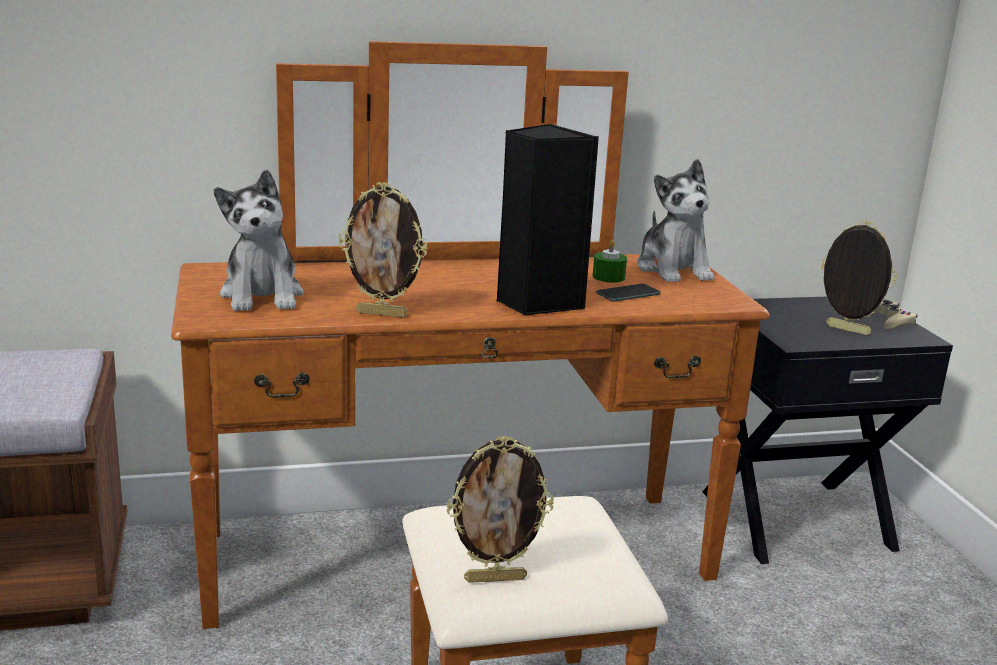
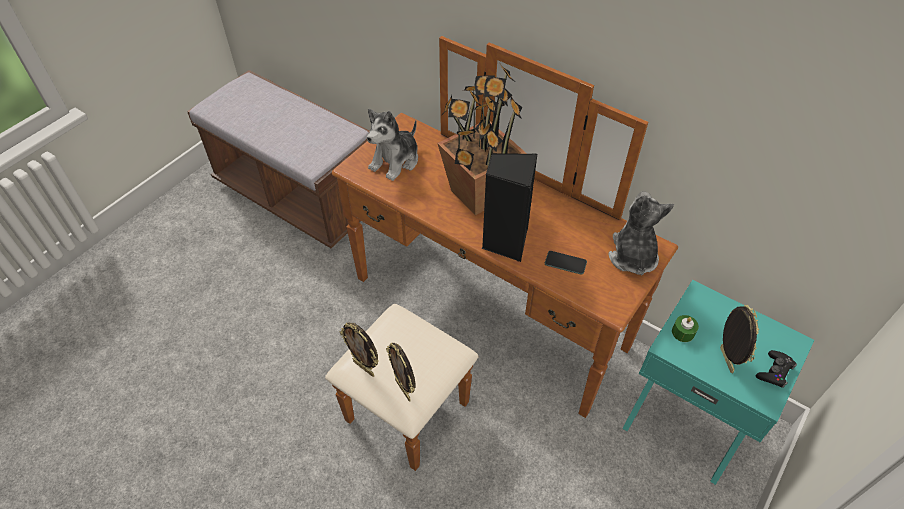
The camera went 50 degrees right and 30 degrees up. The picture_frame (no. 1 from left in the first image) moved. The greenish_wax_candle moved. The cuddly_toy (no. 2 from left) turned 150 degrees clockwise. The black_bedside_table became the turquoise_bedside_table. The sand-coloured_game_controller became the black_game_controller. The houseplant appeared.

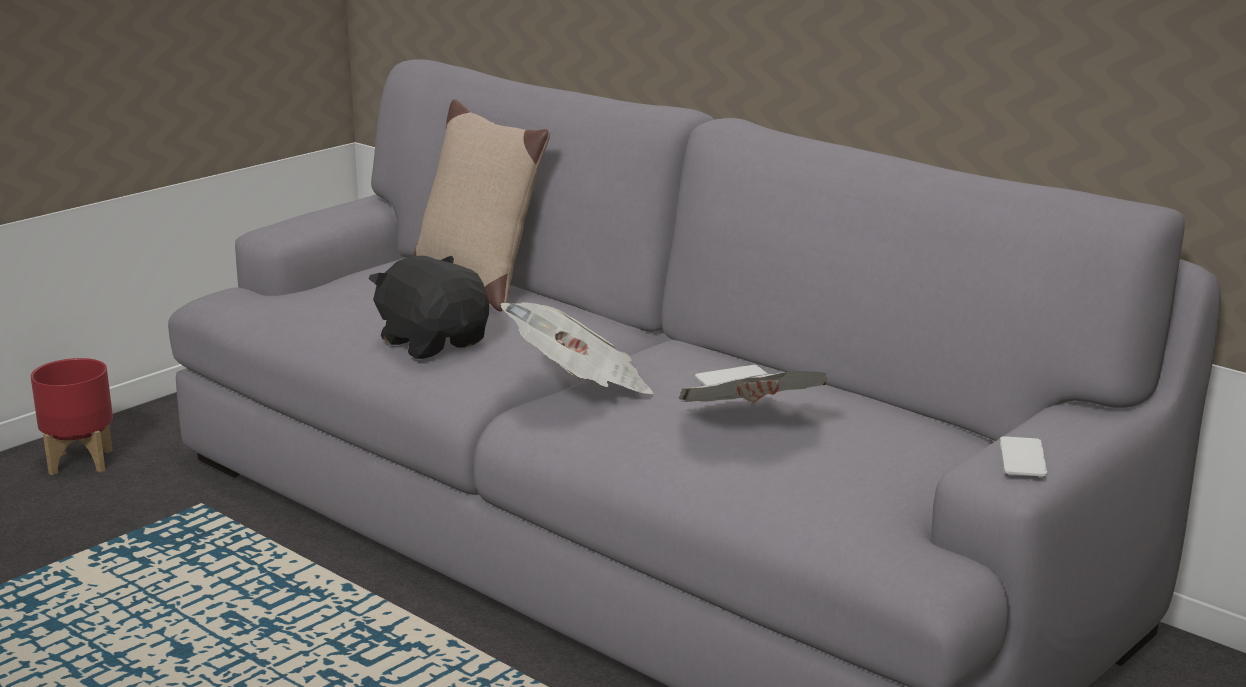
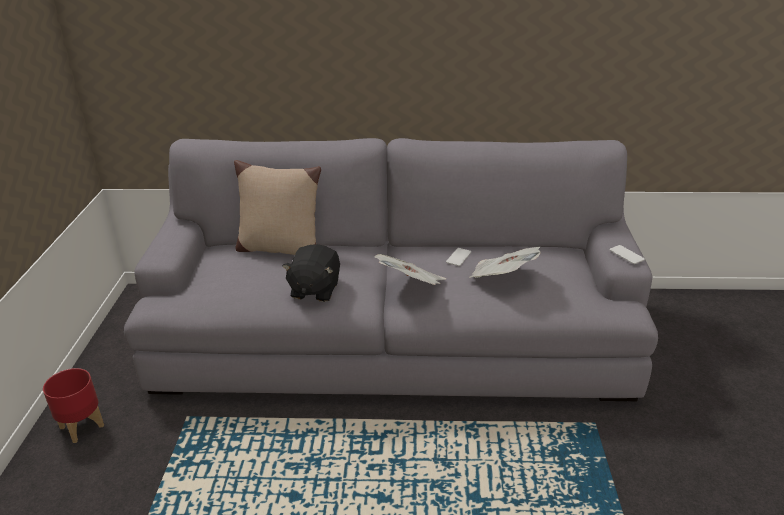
The camera went 40 degrees left and 10 degrees up. The black_cuddly_toy turned 90 degrees counterclockwise.

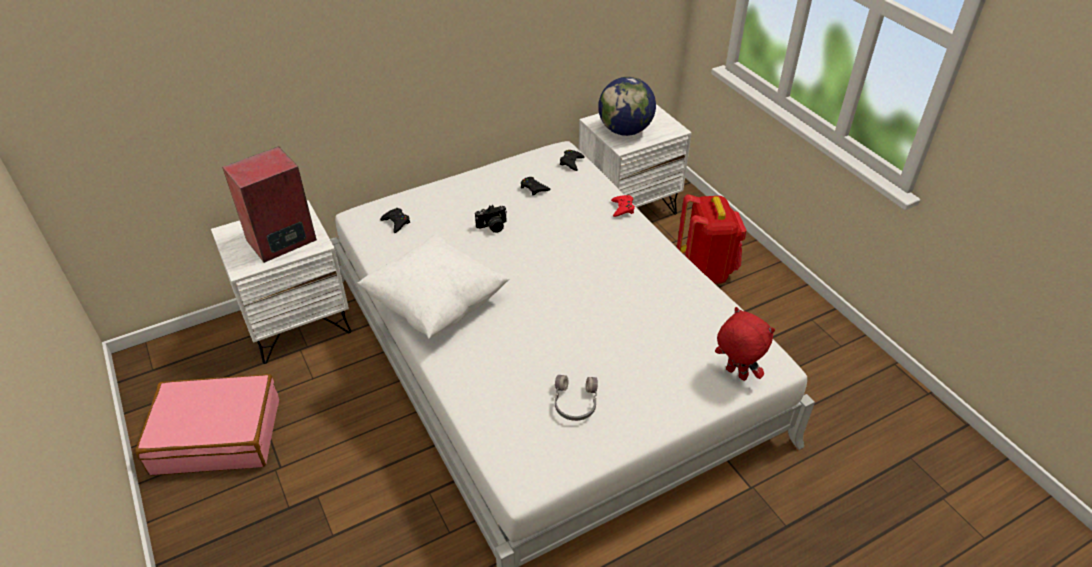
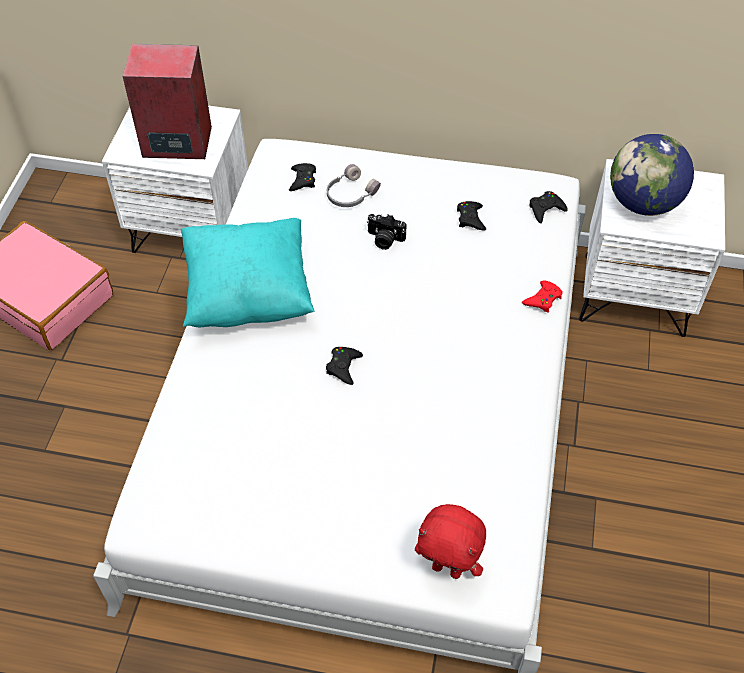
The camera went 40 degrees right and 10 degrees up. The white-coloured_cushion became the turquoise_cushion. The grey_pair_of_headphones moved. The reddish_rucksack disappeared. The reddish_cuddly_toy turned 120 degrees clockwise. The black_game_controller (no. 2 from left) appeared.

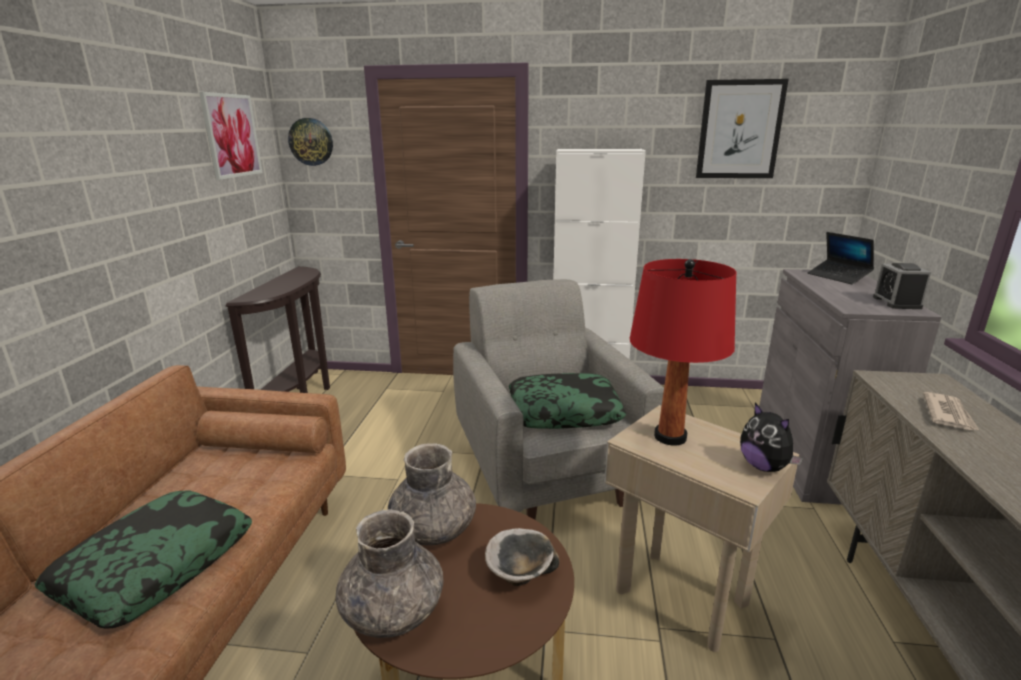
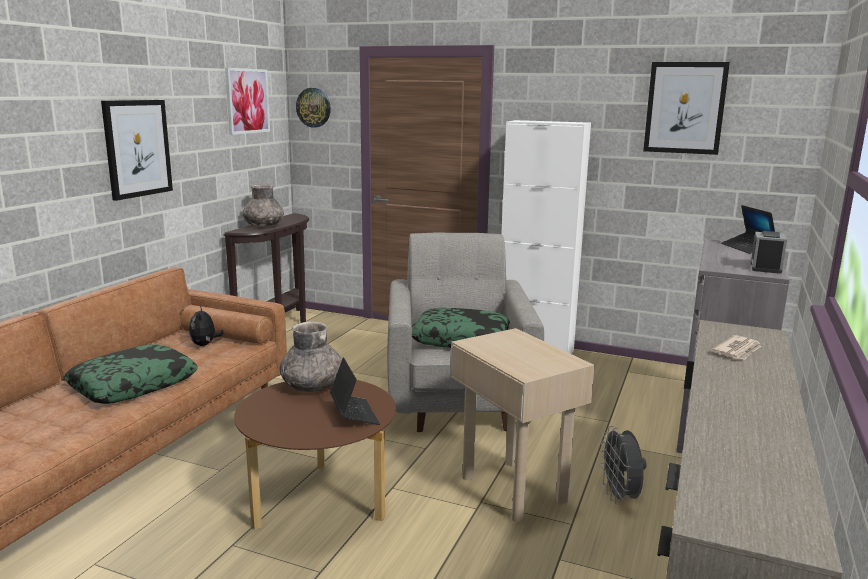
The camera went 15 degrees right and 5 degrees down. The grey_decorative_vase (no. 1 from left) moved. The deep_dish was replaced by the notebook_computer (no. 1 from left). The reddish_tabletop_lamp disappeared. The cuddly_toy moved. The picture (no. 1 from left) appeared. The grey_cooling_fan appeared.

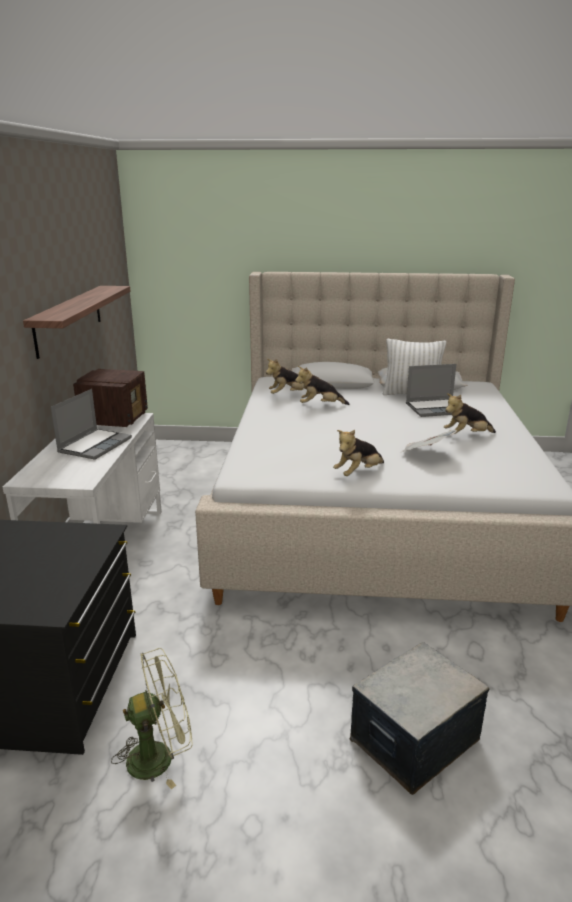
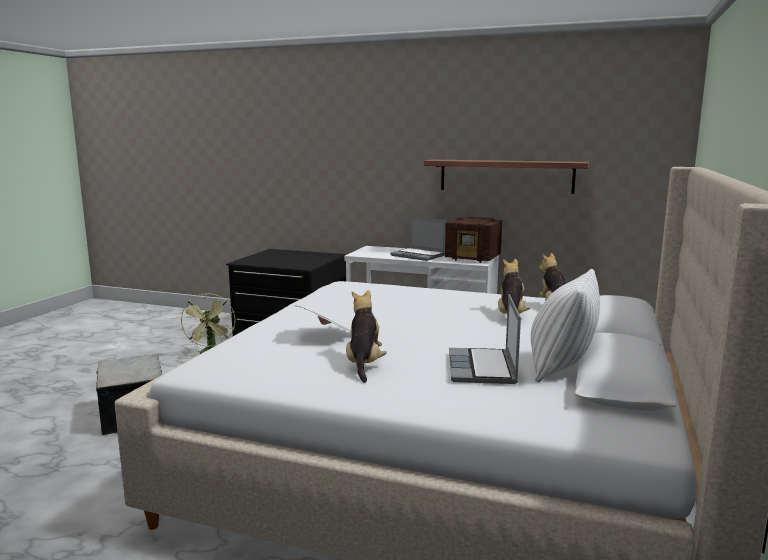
The camera went 105 degrees right and 10 degrees down. The cuddly_toy (no. 3 from left) disappeared.

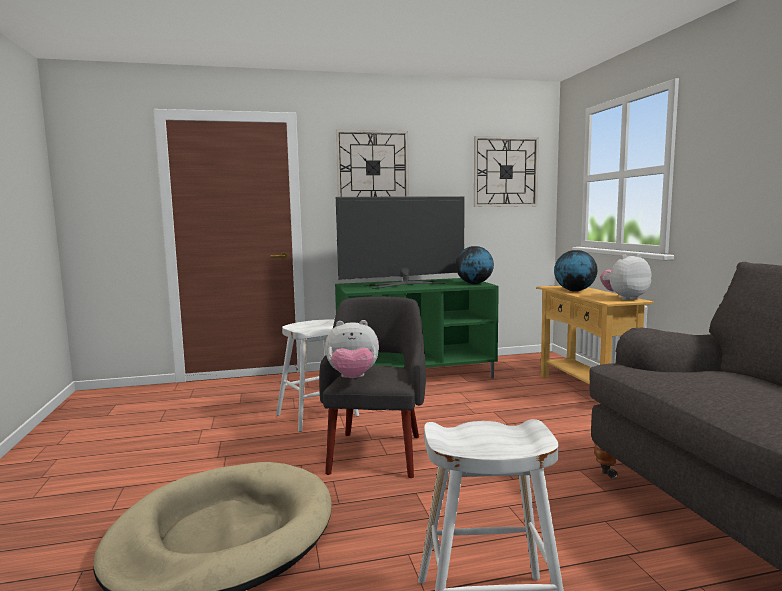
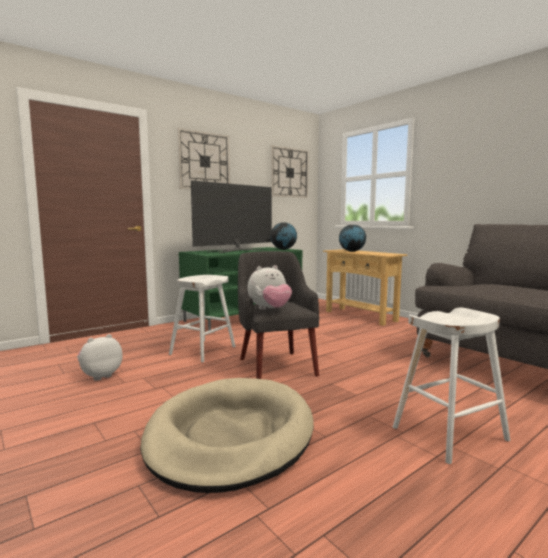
The camera went 25 degrees left and 0 degrees up. The cuddly_toy (no. 2 from left in the first image) moved.

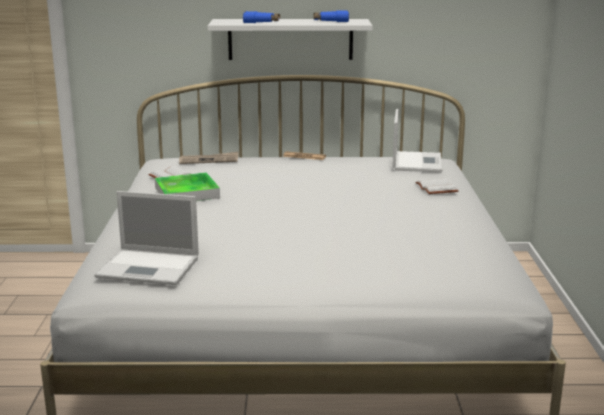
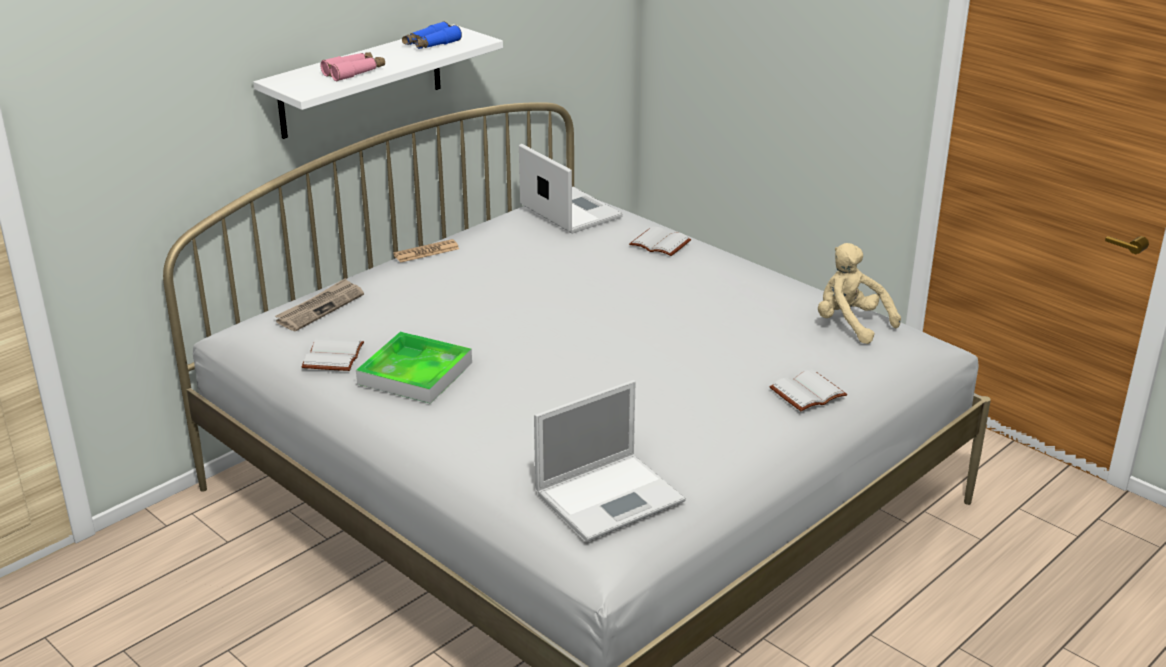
The camera went 45 degrees left and 10 degrees up. The blue-coloured_binoculars (no. 1 from left) became the pink-coloured_binoculars. The white-coloured_volume (no. 3 from left) appeared. The sand-coloured_cuddly_toy appeared.

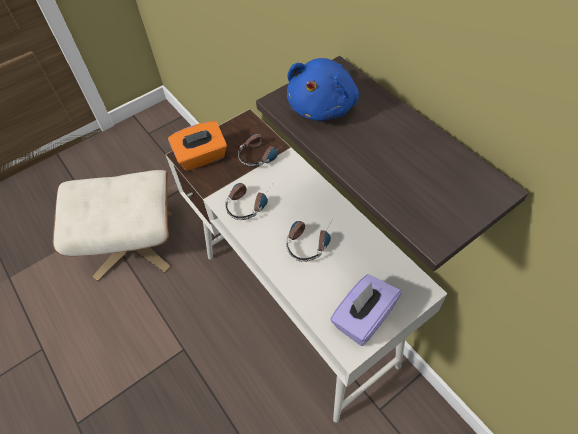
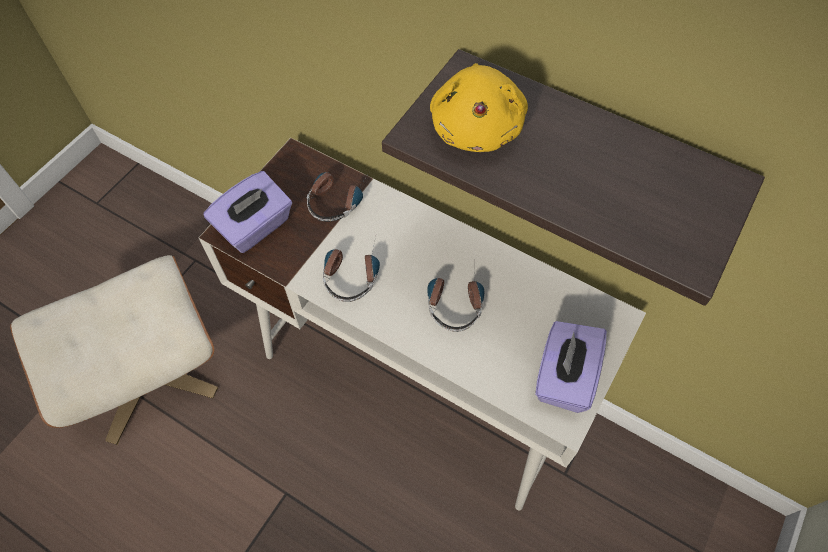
The camera went 25 degrees left and 5 degrees up. The orange_box_of_tissues became the purple_box_of_tissues (no. 1 from left). The blue-coloured_cuddly_toy became the yellowish_cuddly_toy.

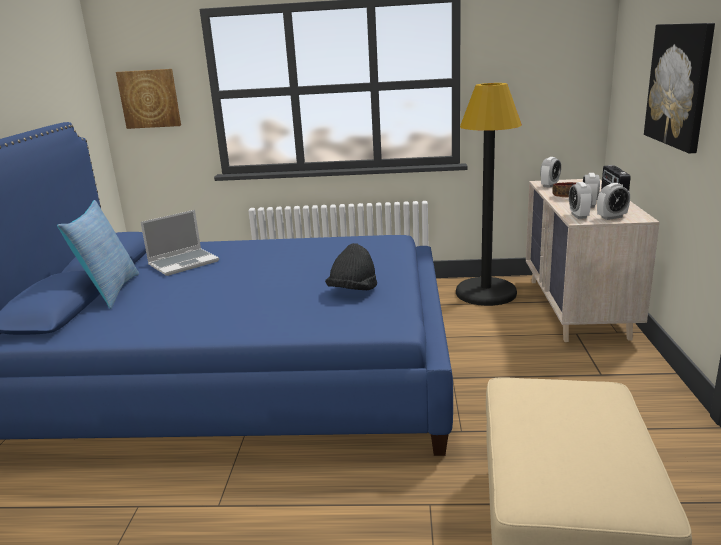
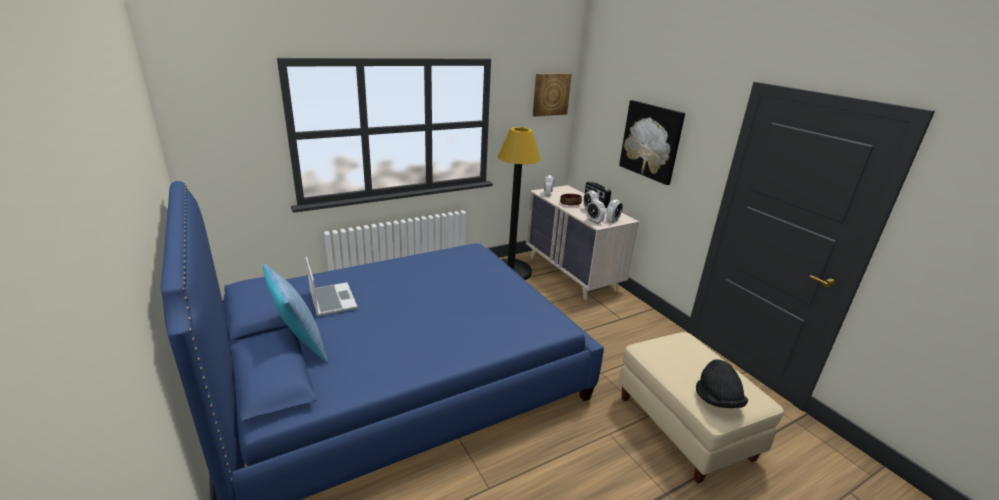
The camera went 35 degrees left and 5 degrees up. The picture (no. 1 from left) moved. The notebook_computer turned 45 degrees counterclockwise. The black_wearable_hat moved.

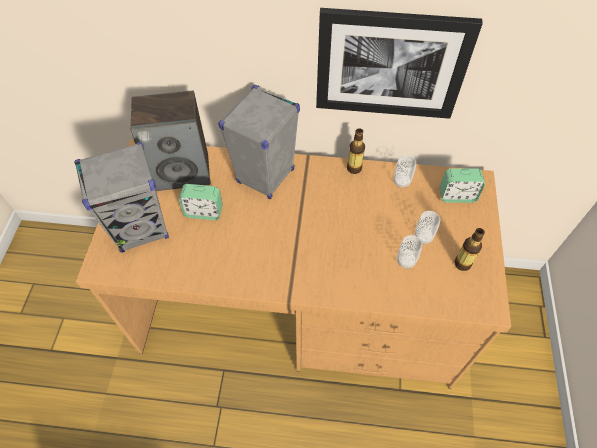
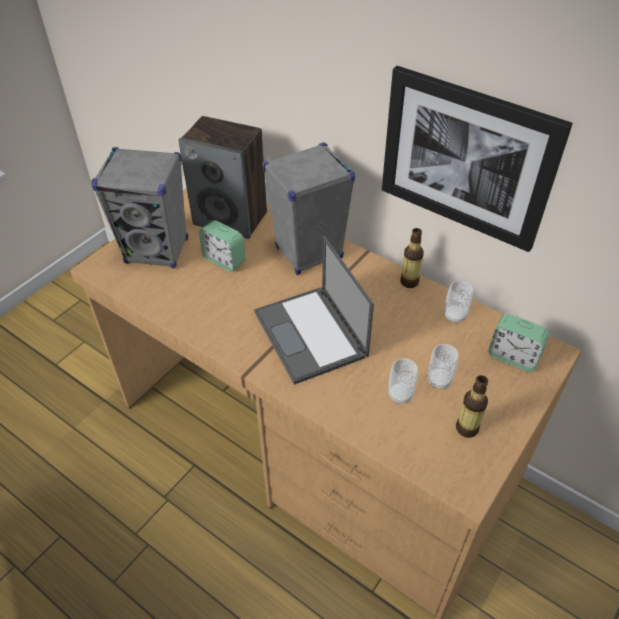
The camera went 30 degrees right and 10 degrees down. The notebook_computer appeared.

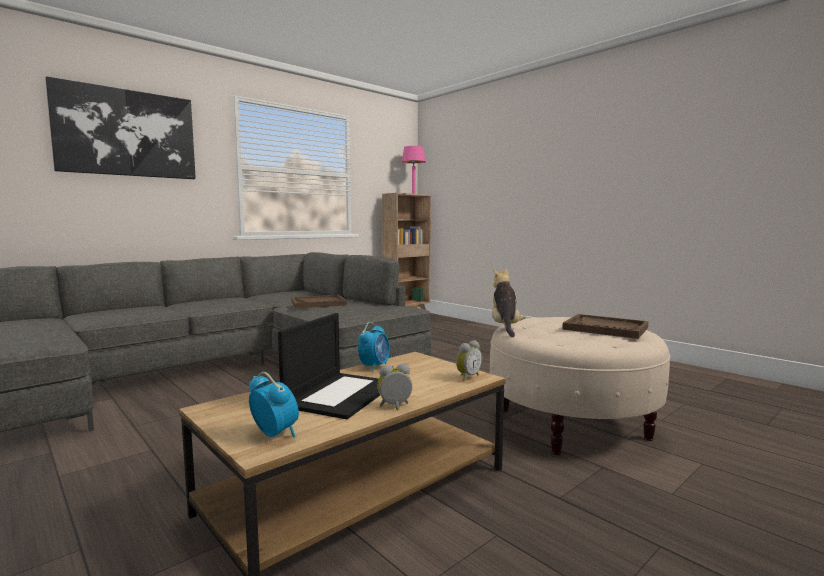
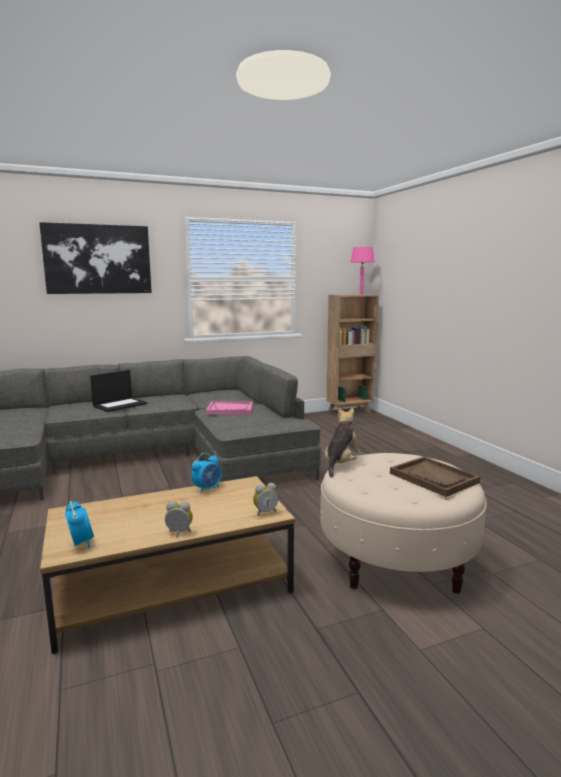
The camera went 20 degrees right and 5 degrees up. The notebook_computer moved. The brown_serving_tray (no. 1 from left) became the pink-coloured_serving_tray.

